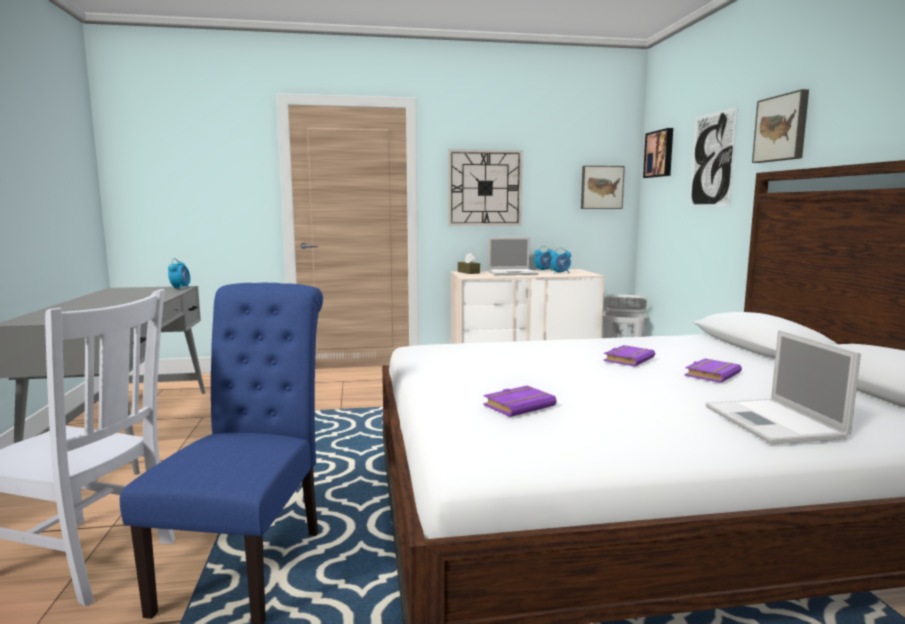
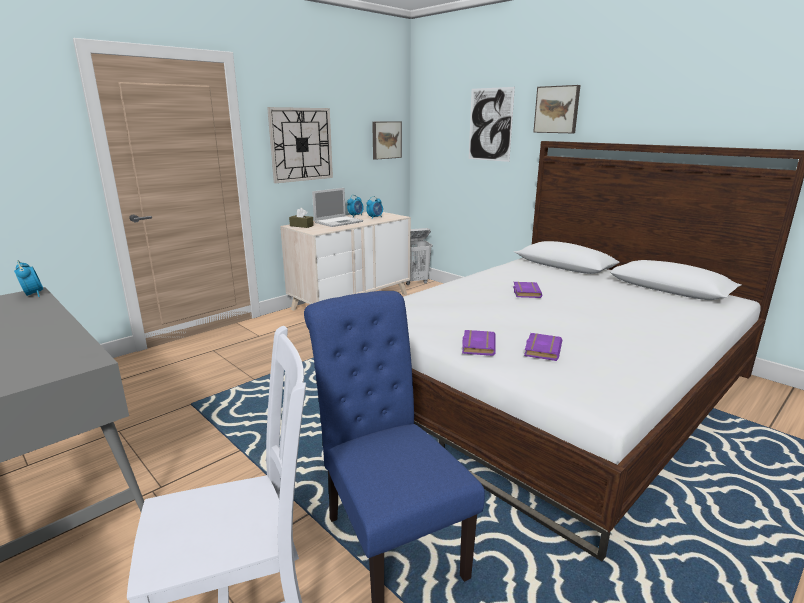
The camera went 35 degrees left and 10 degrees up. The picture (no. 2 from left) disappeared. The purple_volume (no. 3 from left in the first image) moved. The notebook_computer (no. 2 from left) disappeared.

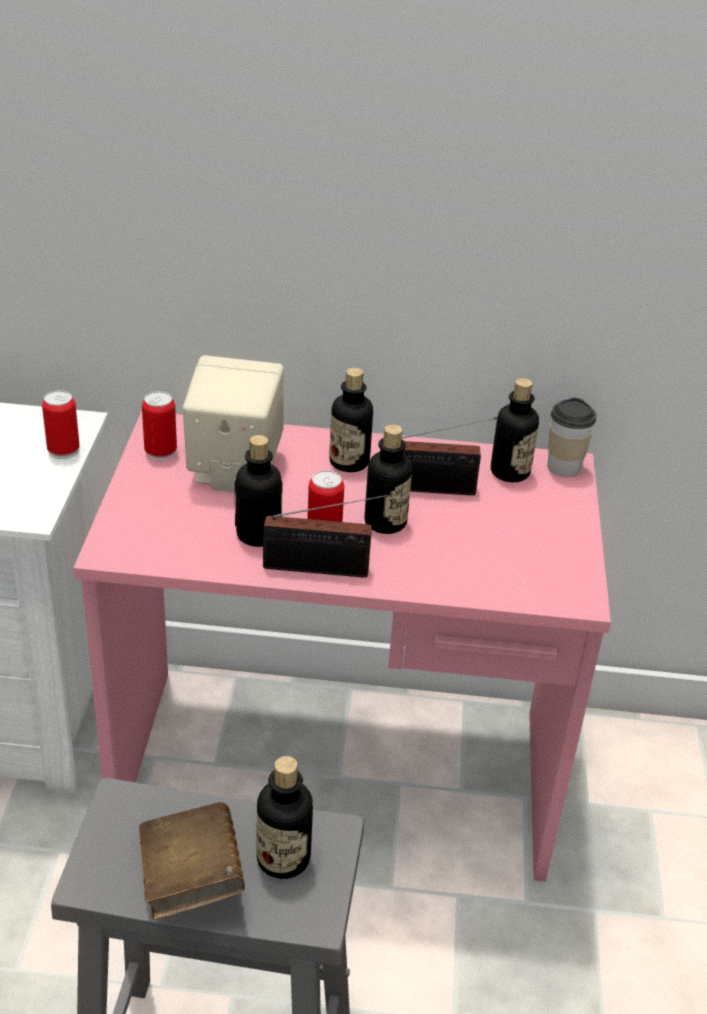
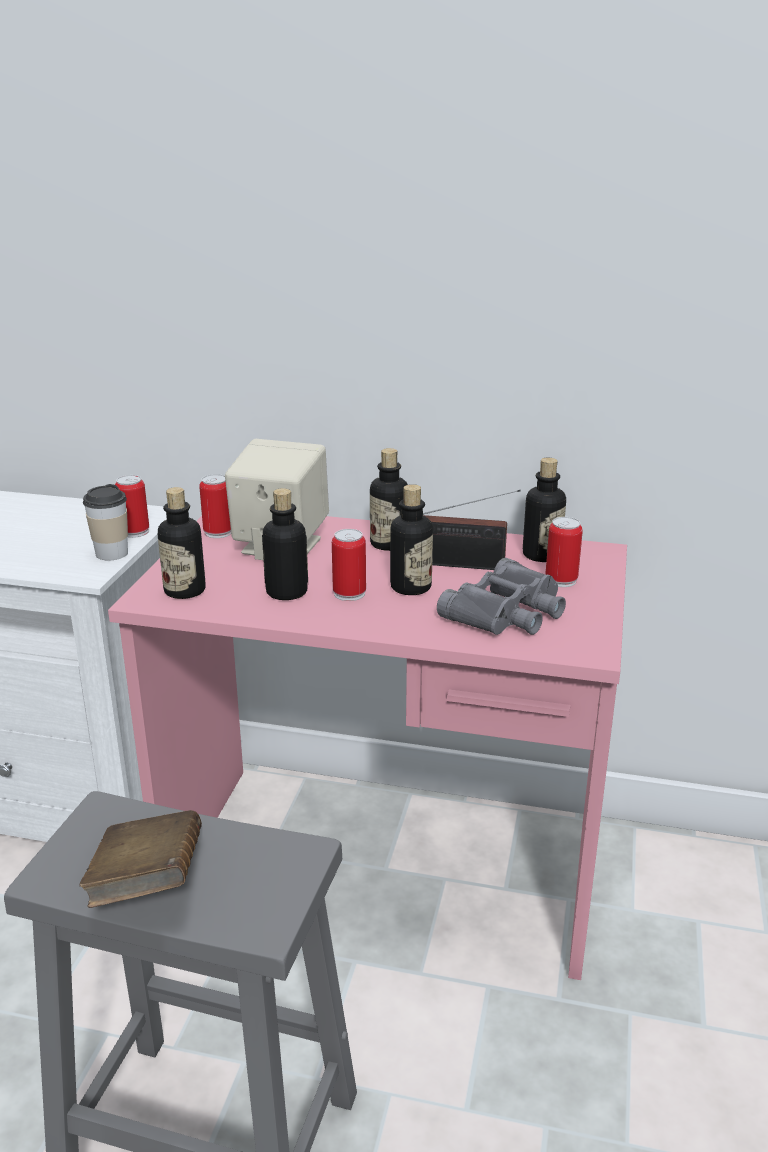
The camera went 10 degrees right and 10 degrees down. The bottle (no. 2 from left in the first image) moved. The radio_set (no. 1 from left) disappeared. The drinking_cup moved. The grey_binoculars appeared. The metal_can (no. 4 from left) appeared.

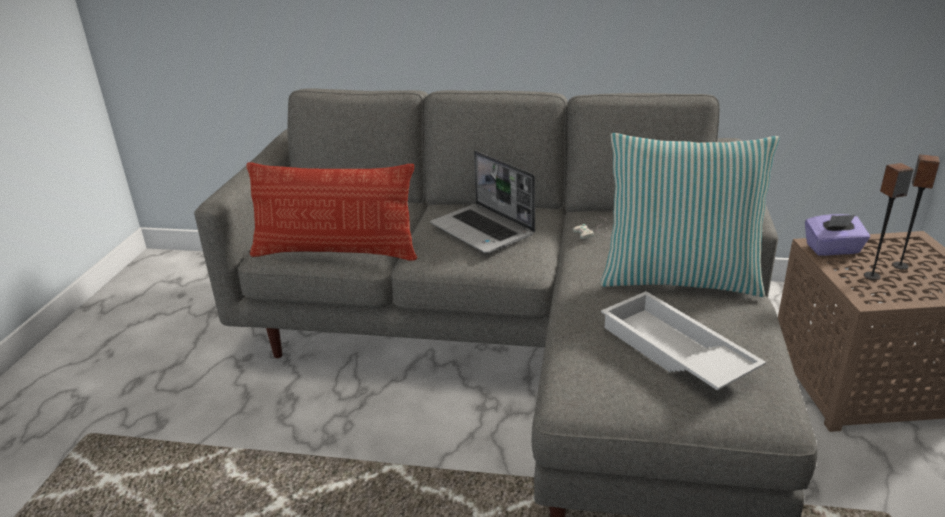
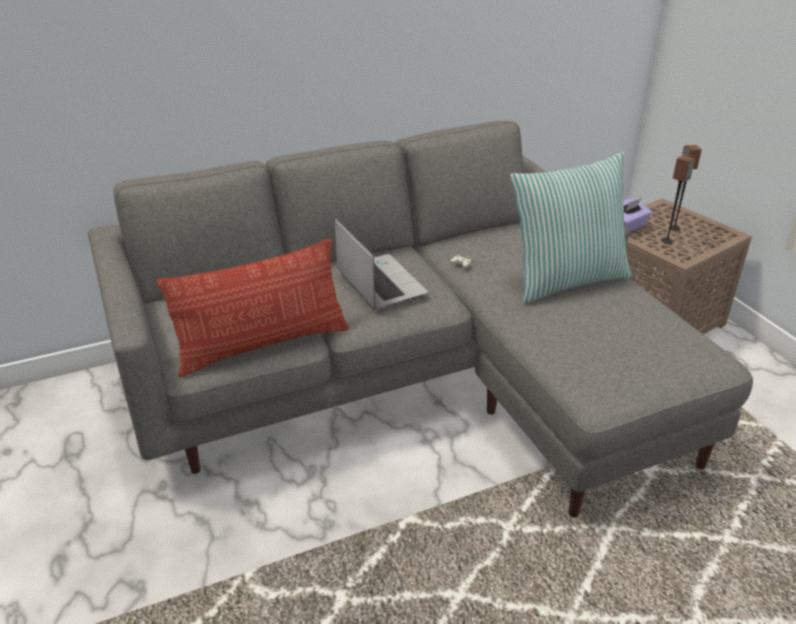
The camera went 35 degrees left and 5 degrees up. The notebook_computer turned 135 degrees counterclockwise. The white-coloured_serving_tray disappeared.

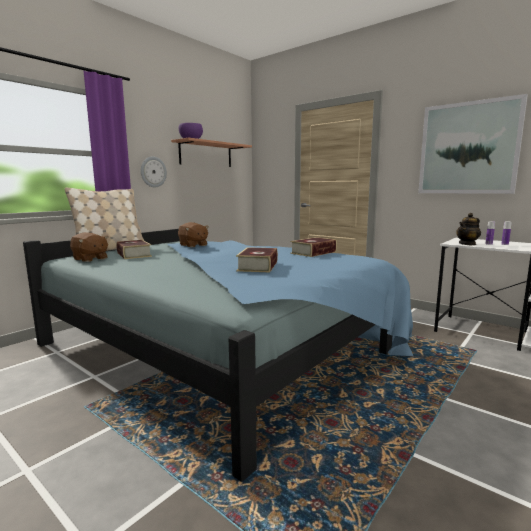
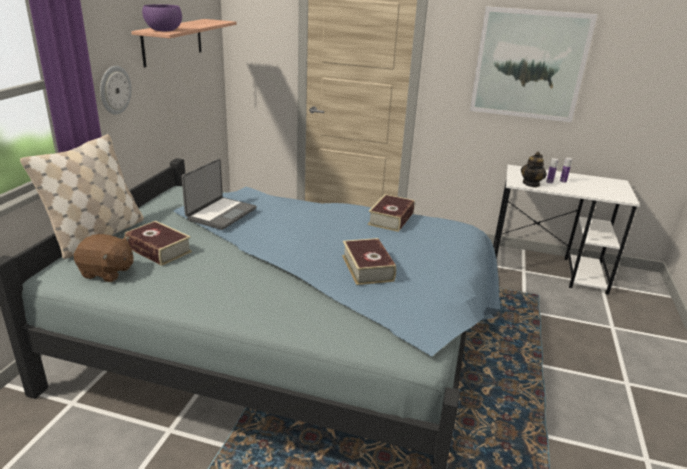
The camera went 25 degrees left and 15 degrees up. The brown_cuddly_toy (no. 2 from left) was replaced by the notebook_computer.

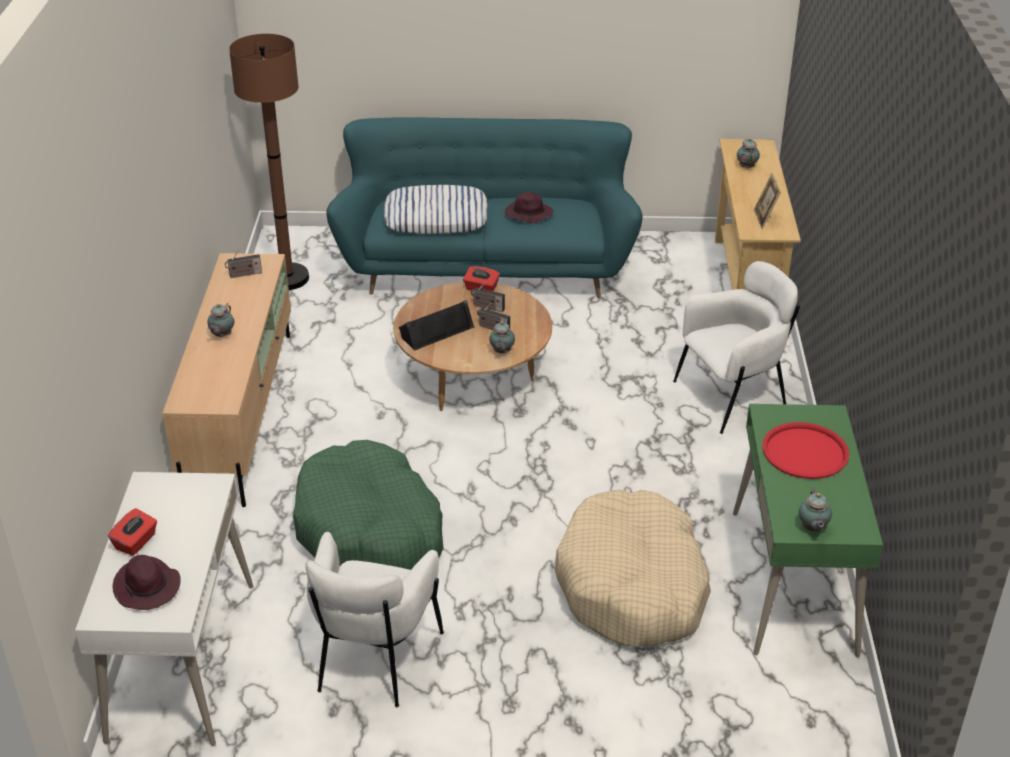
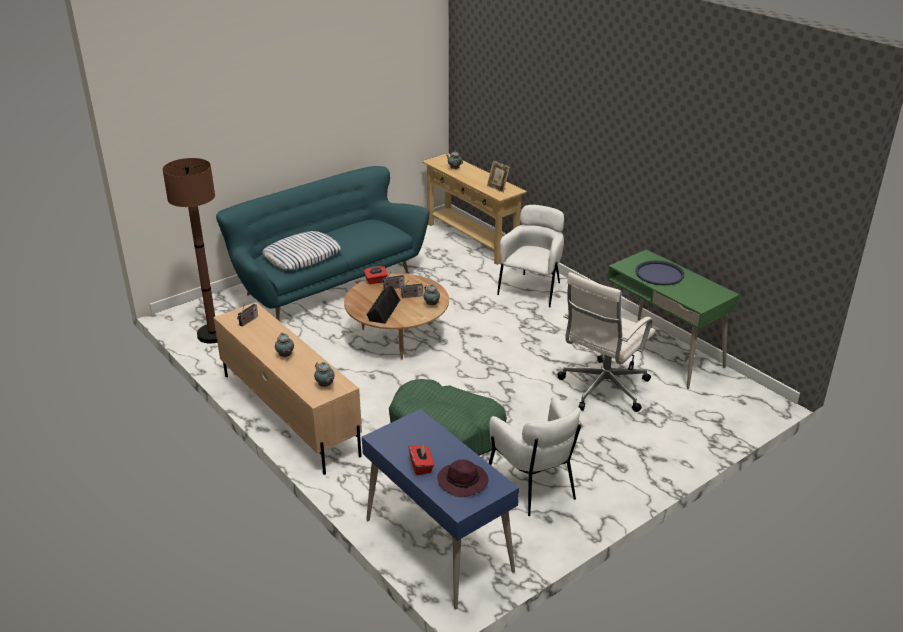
The camera went 40 degrees left and 5 degrees down. The white-coloured_desk_table became the blue-coloured_desk_table. The purple_wearable_hat (no. 2 from left) disappeared. The sand-coloured_pet_bed was replaced by the white-coloured_desk_chair. The reddish_serving_tray became the blue-coloured_serving_tray. The pot_for_tea (no. 4 from left in the first image) moved.

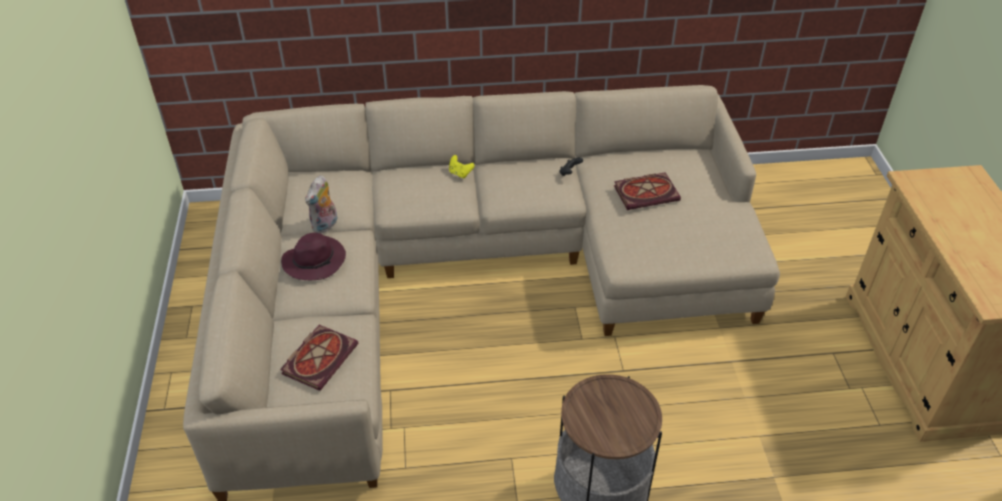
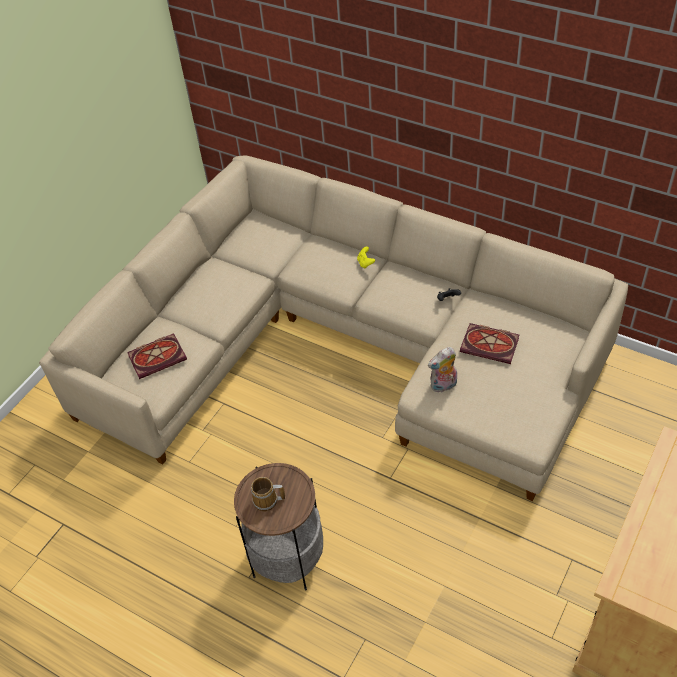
The camera went 40 degrees right and 5 degrees up. The purple_wearable_hat disappeared. The cuddly_toy moved. The tea_mug appeared.

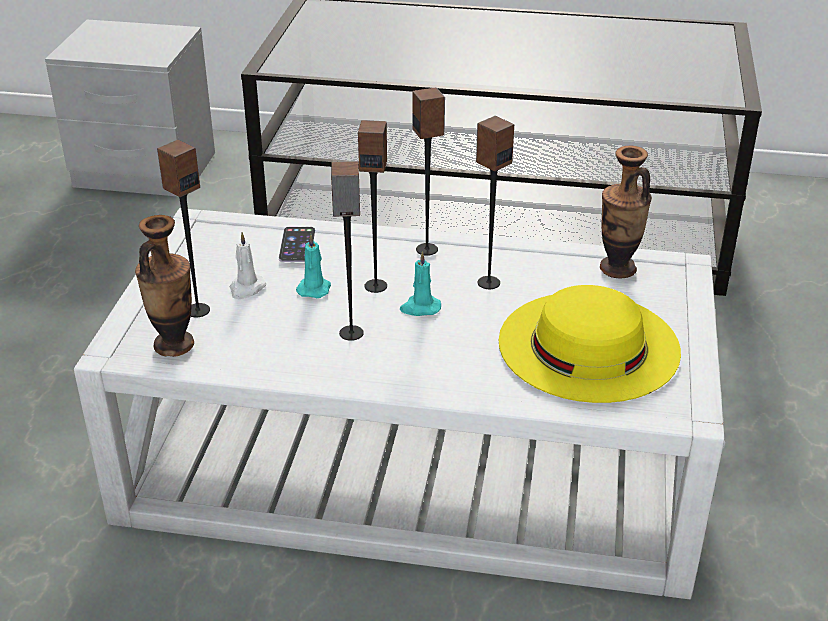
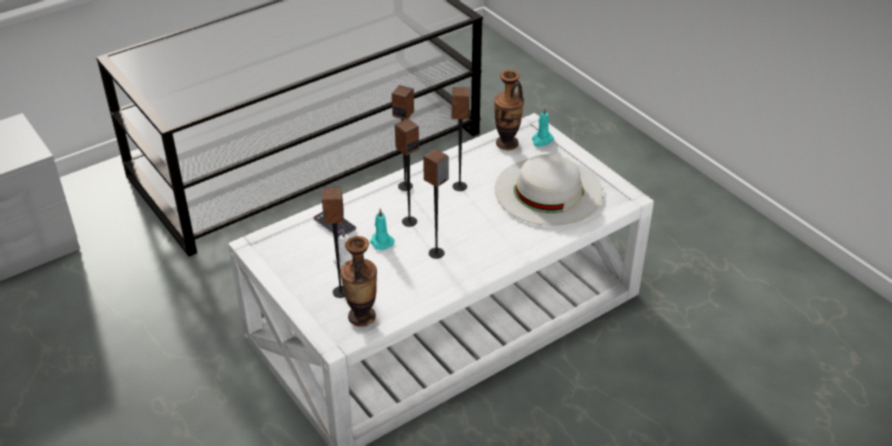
The camera went 45 degrees left and 5 degrees up. The turquoise_wax_candle (no. 2 from left) moved. The yellowish_wearable_hat became the white-coloured_wearable_hat.

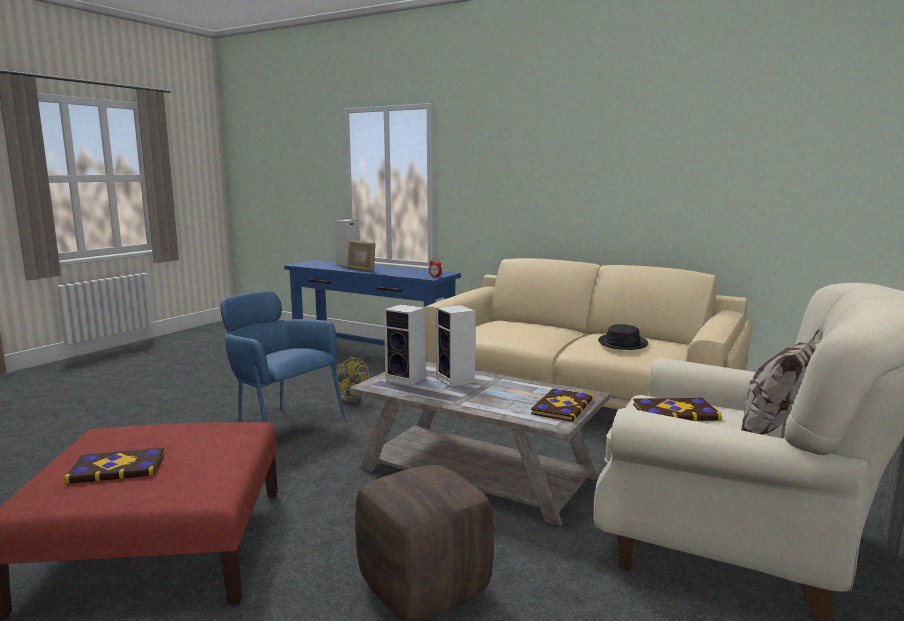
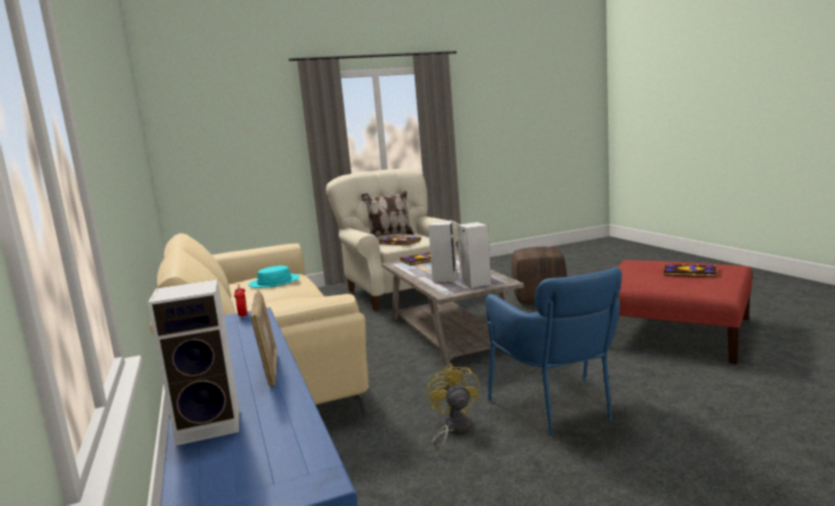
The camera went 140 degrees left and 0 degrees up. The black_wearable_hat became the turquoise_wearable_hat.

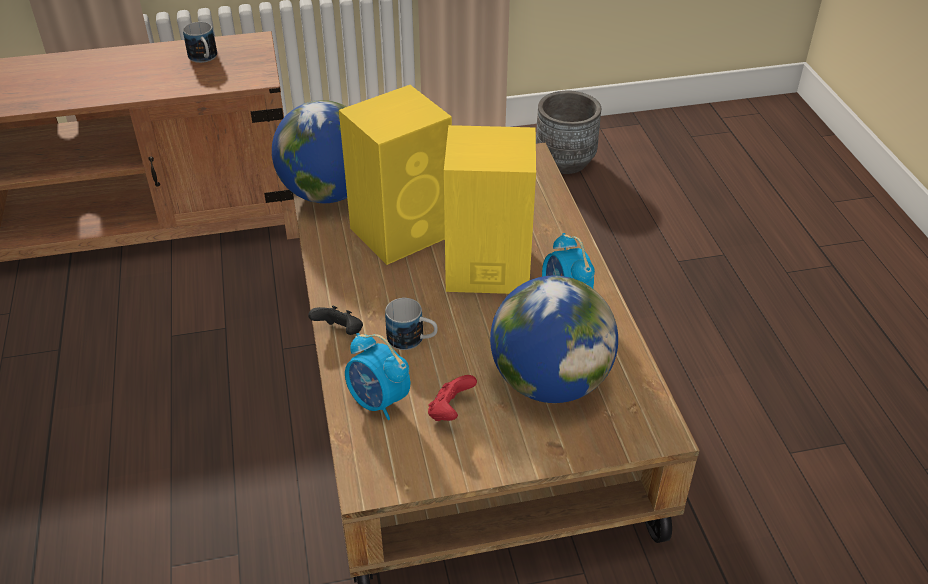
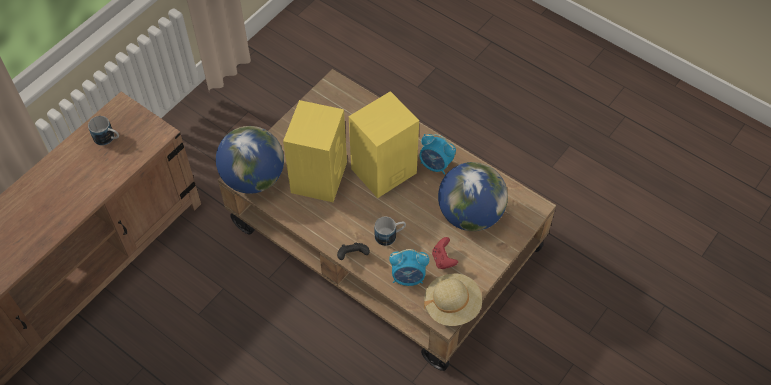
The camera went 40 degrees left and 15 degrees up. The grey_flower_pot disappeared. The sand-coloured_wearable_hat appeared.

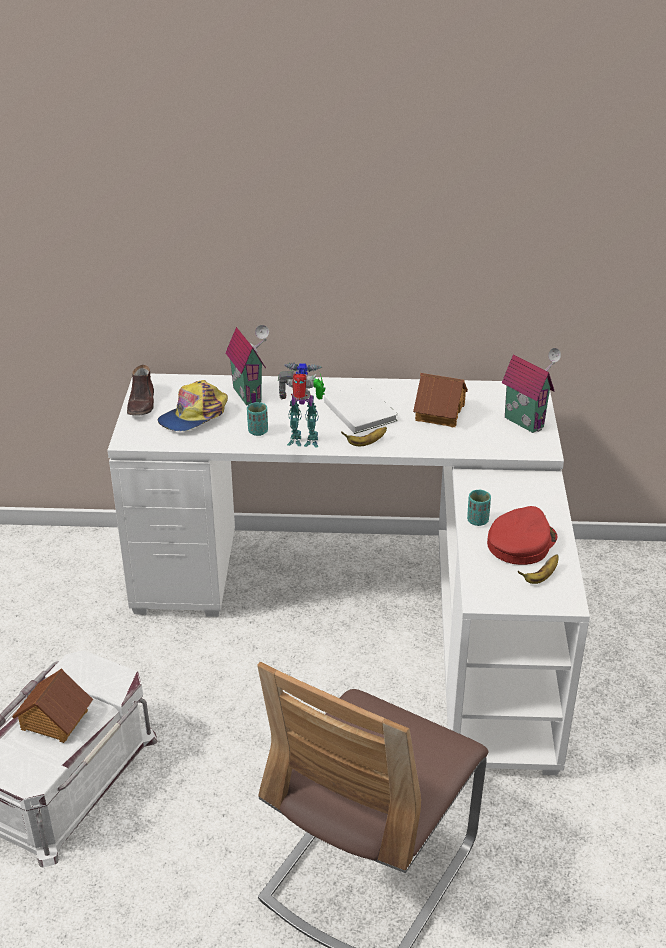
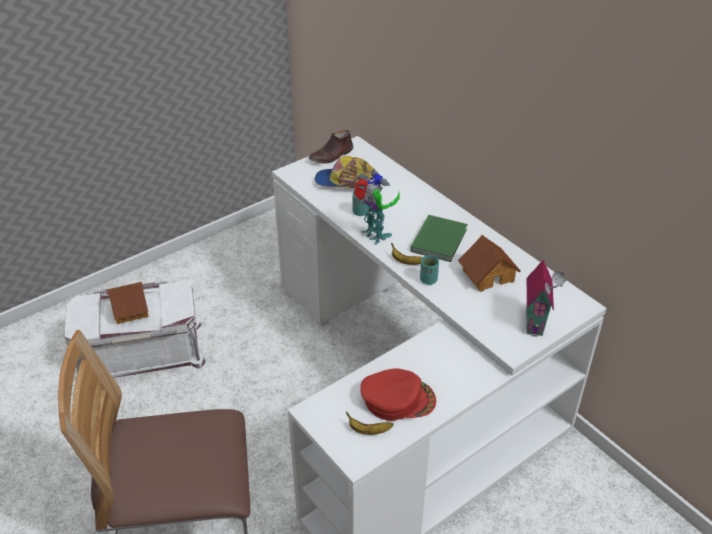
The camera went 50 degrees right and 5 degrees up. The miniature_house (no. 2 from left) disappeared. The white-coloured_volume became the greenish_volume. The turquoise_drinking_cup (no. 2 from left) moved.

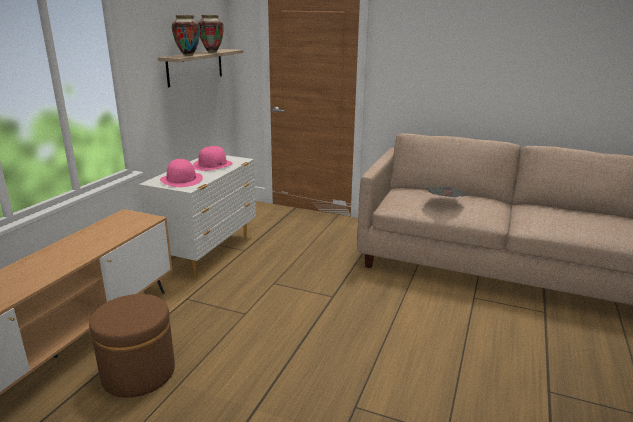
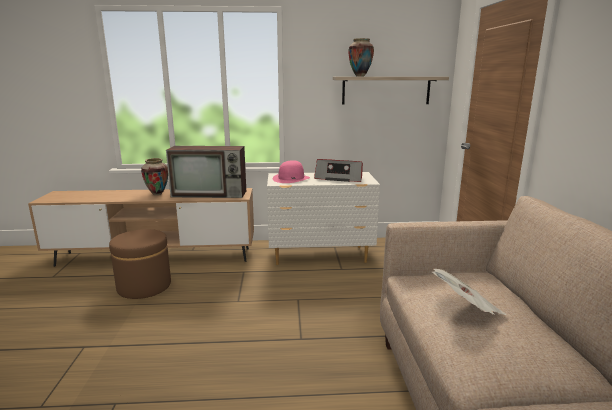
The camera went 65 degrees right and 5 degrees down. The pink-coloured_wearable_hat (no. 2 from left) was replaced by the radio_set. The decorative_vase (no. 2 from left in the first image) moved. The TV appeared.

